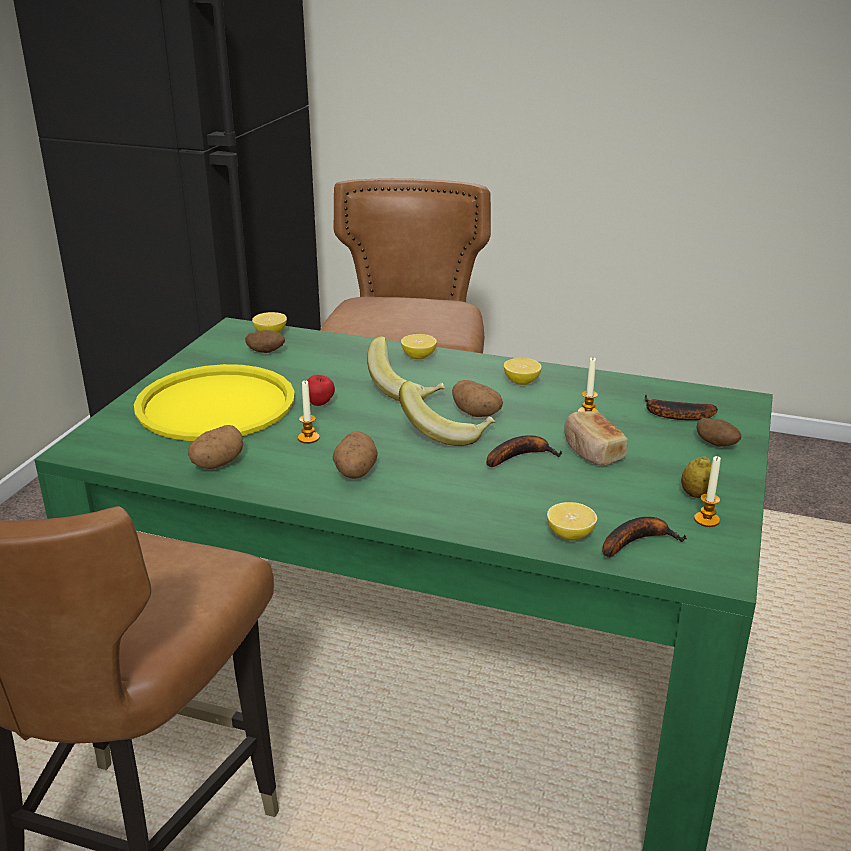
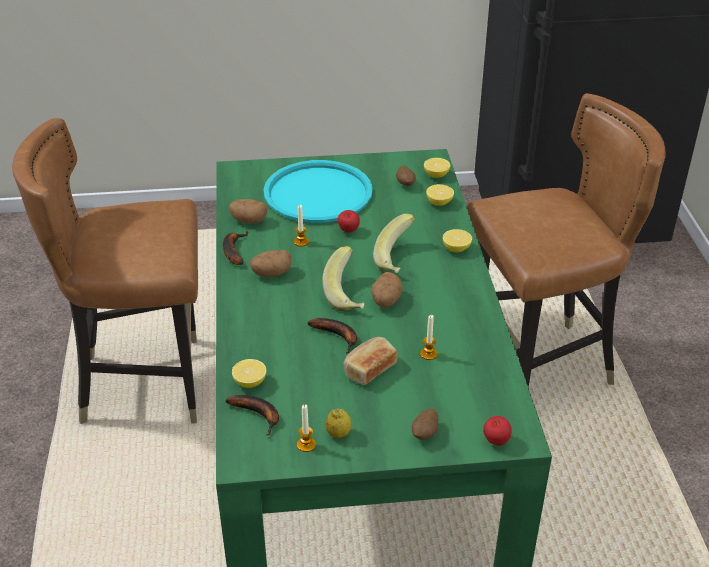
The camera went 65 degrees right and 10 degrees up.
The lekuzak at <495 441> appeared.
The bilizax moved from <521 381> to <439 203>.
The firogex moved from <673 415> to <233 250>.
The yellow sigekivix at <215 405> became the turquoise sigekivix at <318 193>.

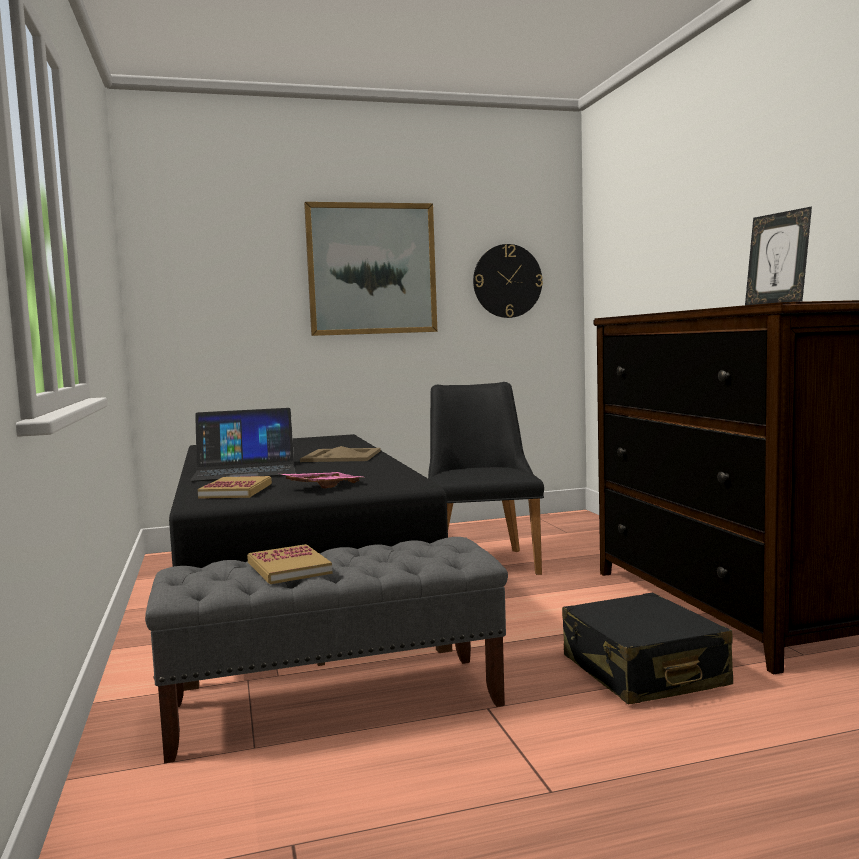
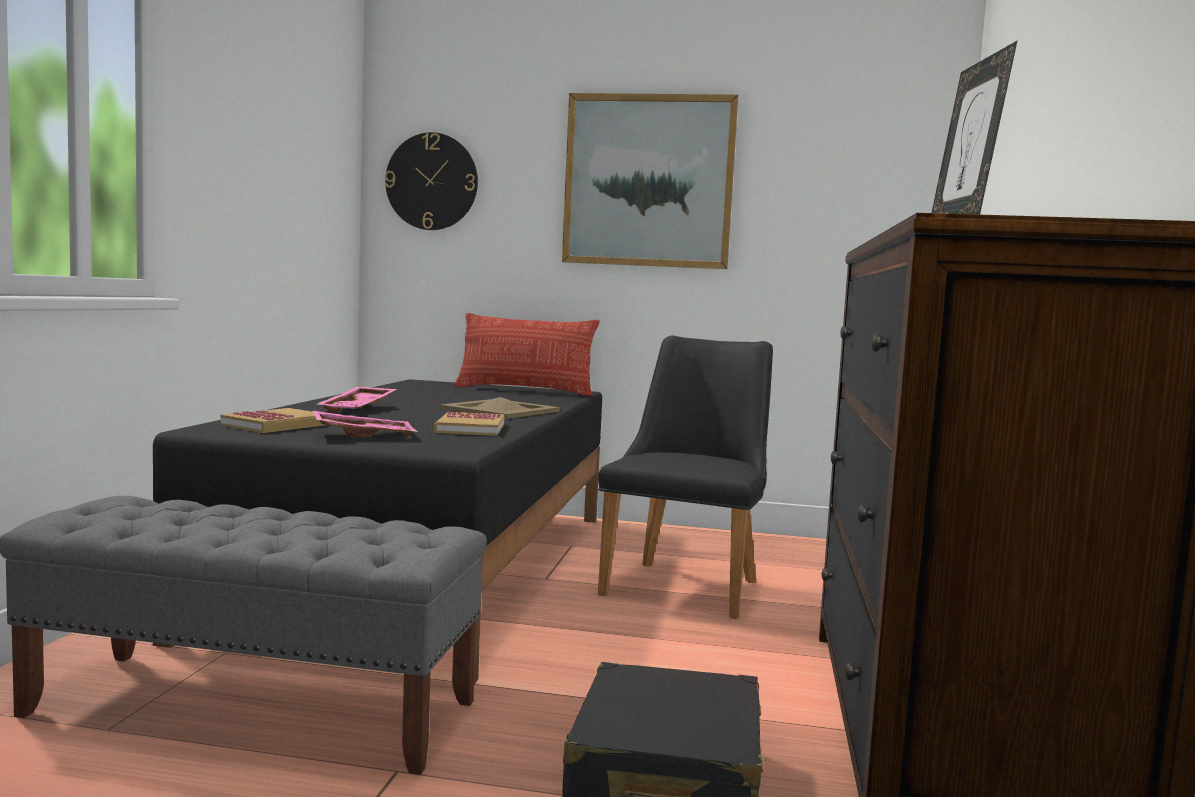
The camera went 25 degrees right and 0 degrees up.
The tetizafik at <525 390> appeared.
The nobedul moved from <288 568> to <470 428>.
The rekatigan moved from <507 281> to <432 181>.
The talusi at <245 470> was replaced by the pink sigekivix at <359 408>.

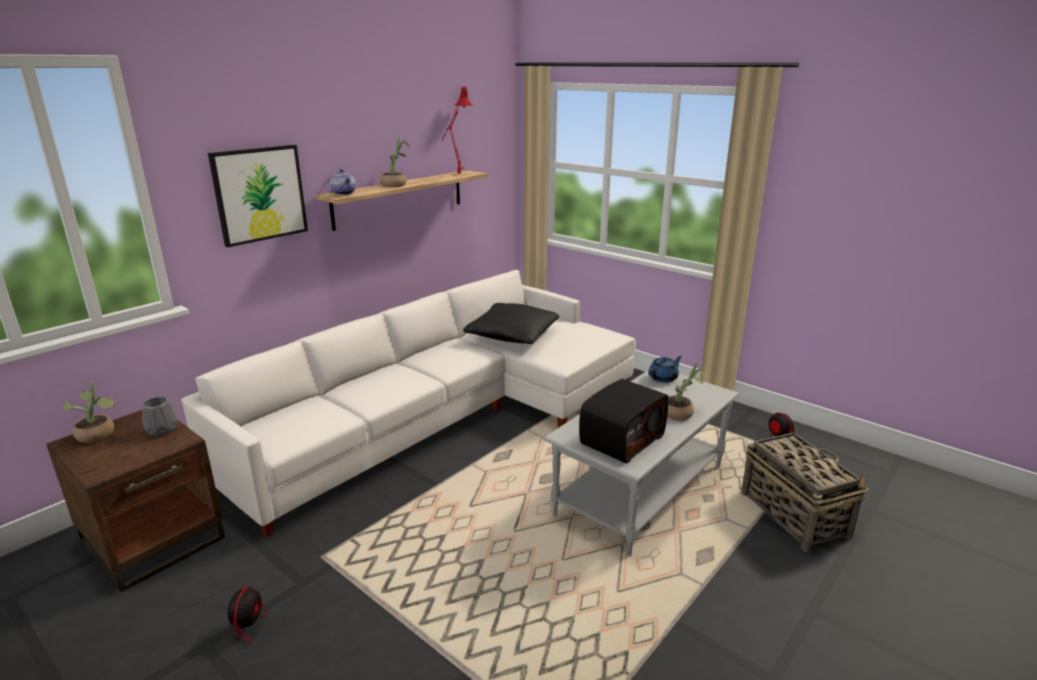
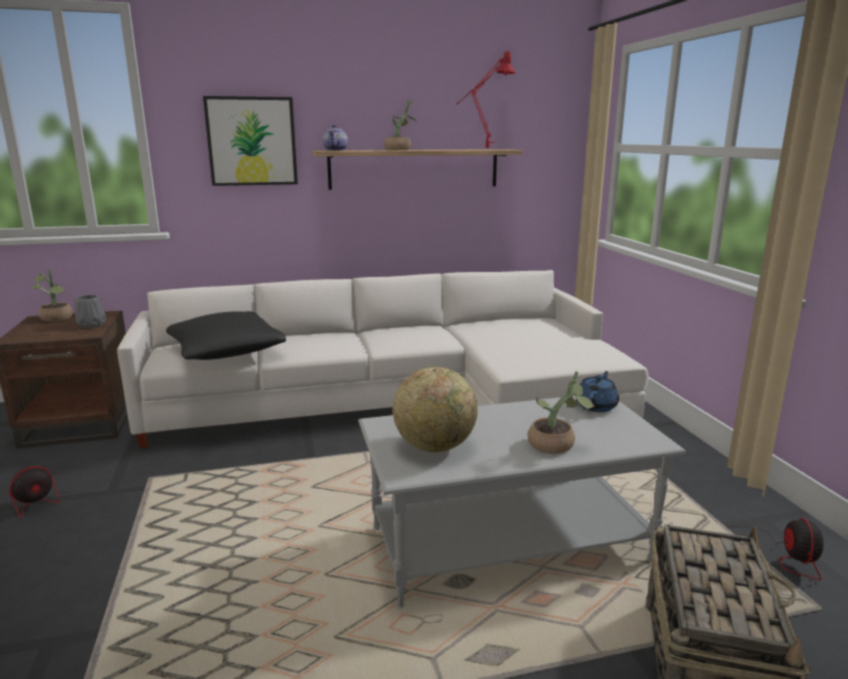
The camera went 35 degrees right and 5 degrees down.
The black tetizafik moved from <512 336> to <226 351>.
The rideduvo at <621 439> was replaced by the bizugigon at <435 446>.
The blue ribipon at <663 378> turned 60 degrees counterclockwise.

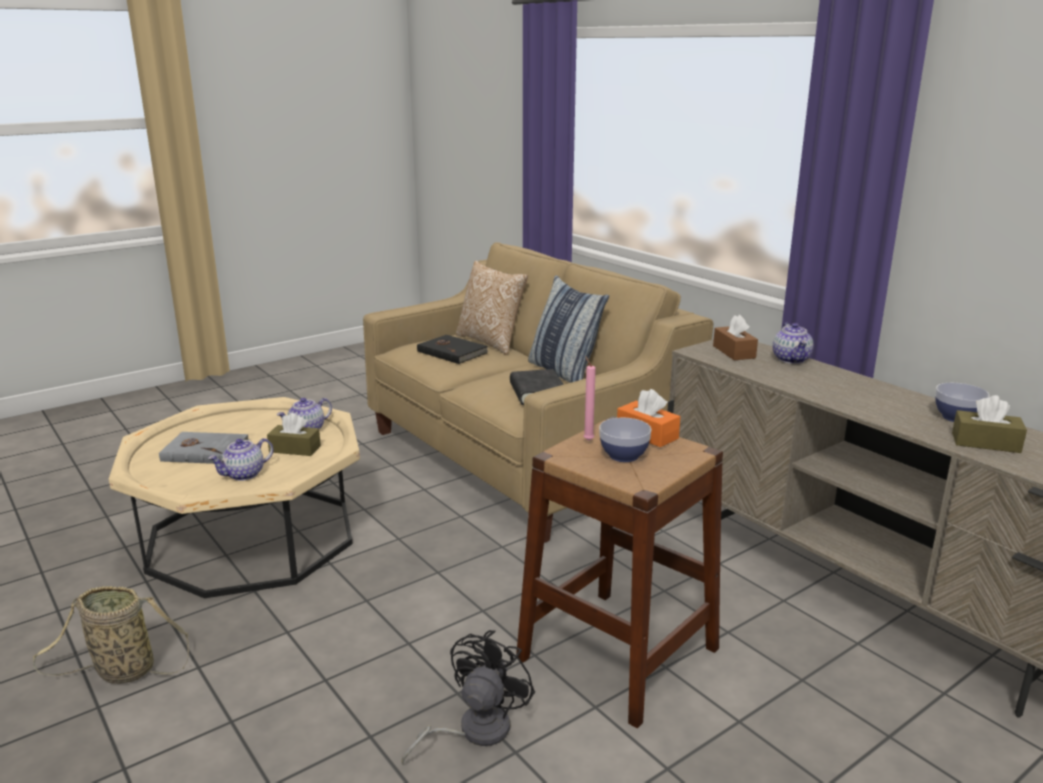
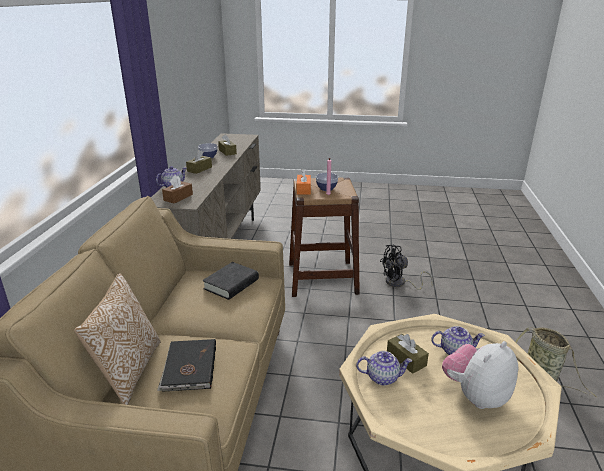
The camera went 135 degrees left and 5 degrees up.
The tetizafik at <564 372> disappeared.
The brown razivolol at <199 169> appeared.
The grey nobedul at <205 451> was replaced by the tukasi at <475 395>.

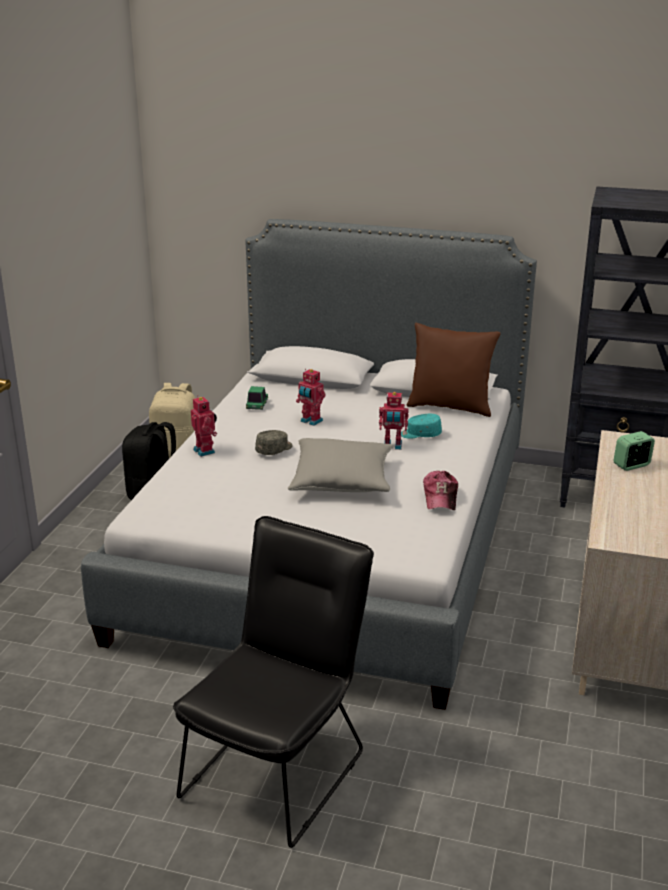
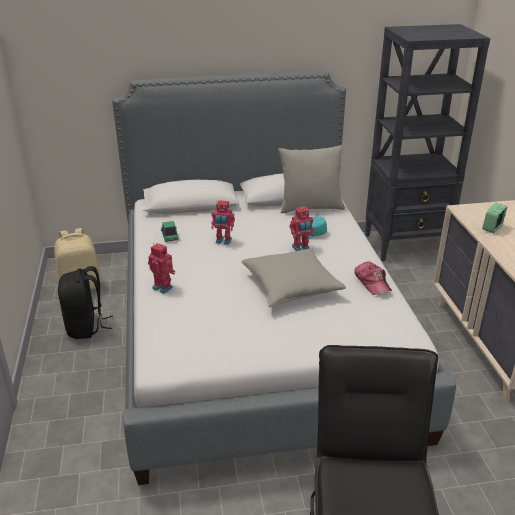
The camera went 25 degrees left and 5 degrees up.
The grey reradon at <274 450> disappeared.
The brown tetizafik at <450 407> became the grey tetizafik at <310 207>.

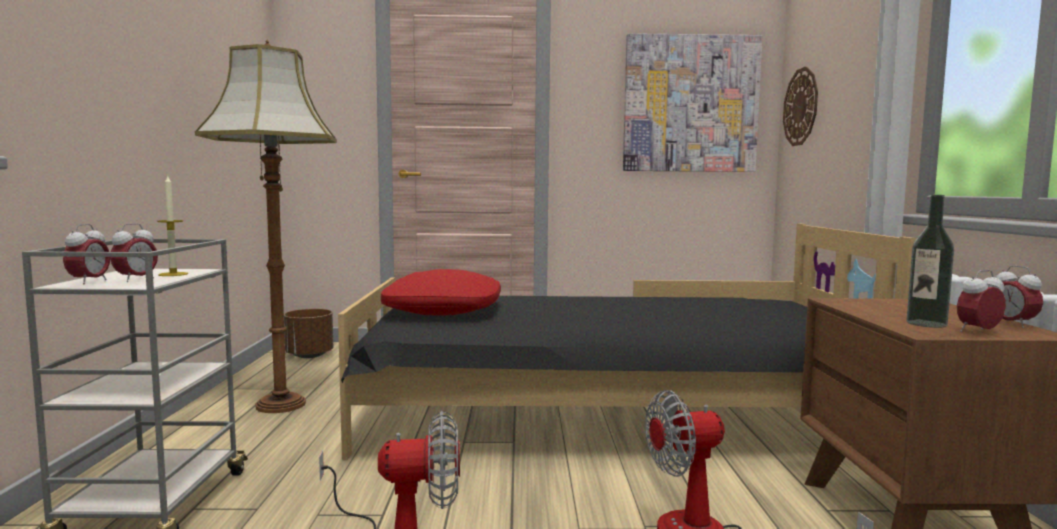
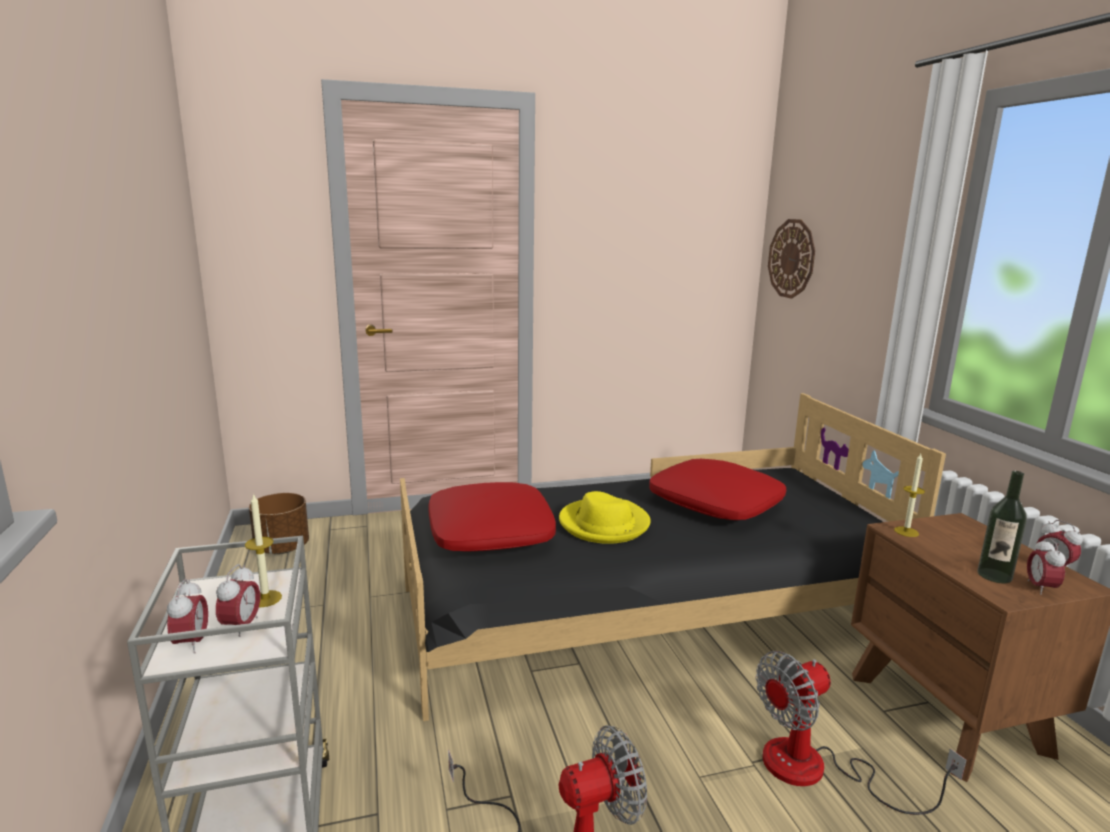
The camera went 15 degrees left and 10 degrees up.
The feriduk at <279 405> disappeared.
The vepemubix at <690 104> disappeared.
The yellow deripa at <604 524> appeared.
The red tetizafik at <716 503> appeared.
The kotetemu at <906 532> appeared.
The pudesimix at <978 332> turned 45 degrees counterclockwise.

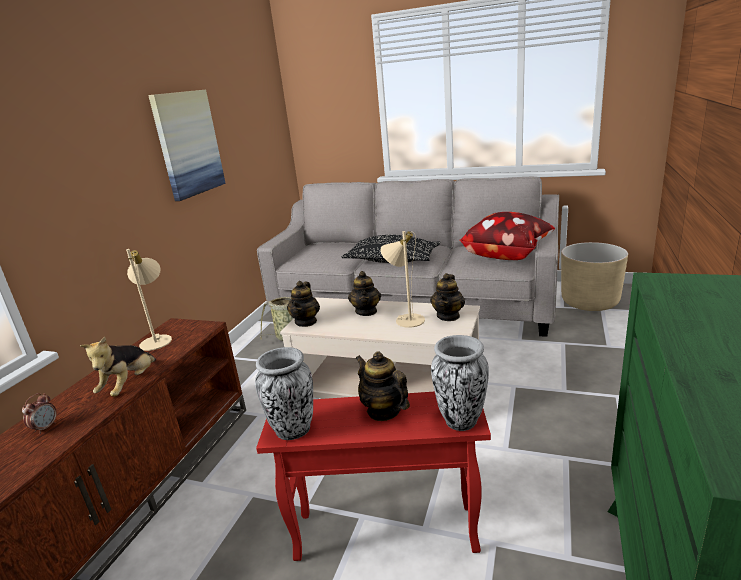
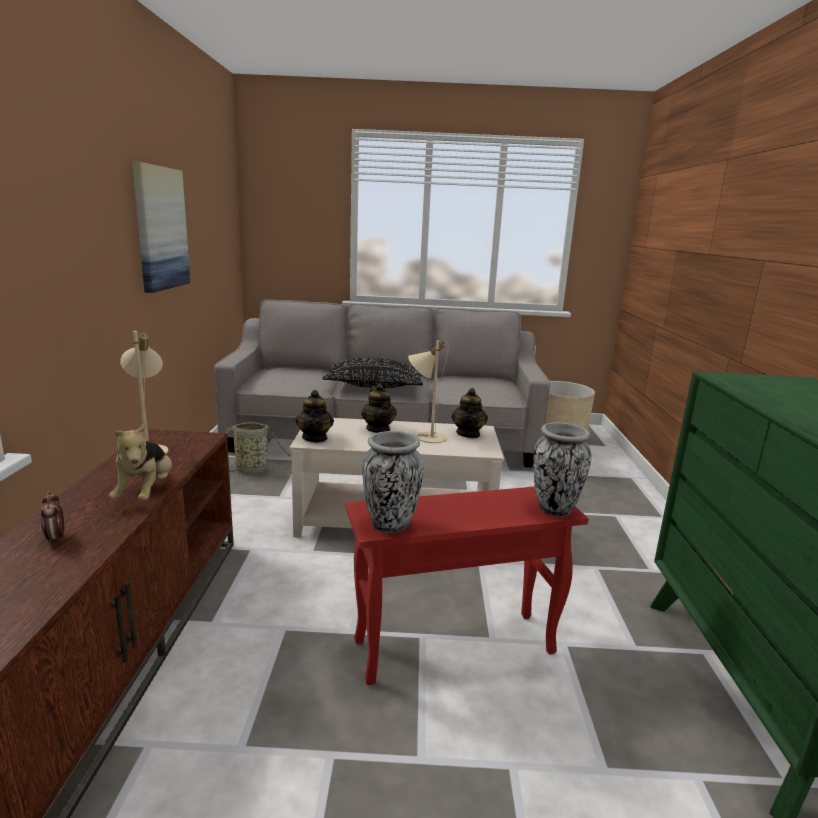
The camera went 20 degrees left and 5 degrees down.
The ribipon at <384 411> disappeared.
The tetizafik at <506 255> disappeared.
The pudesimix at <45 428> turned 150 degrees clockwise.

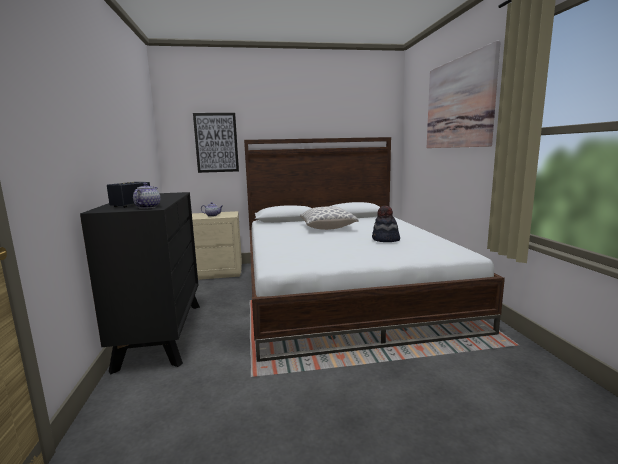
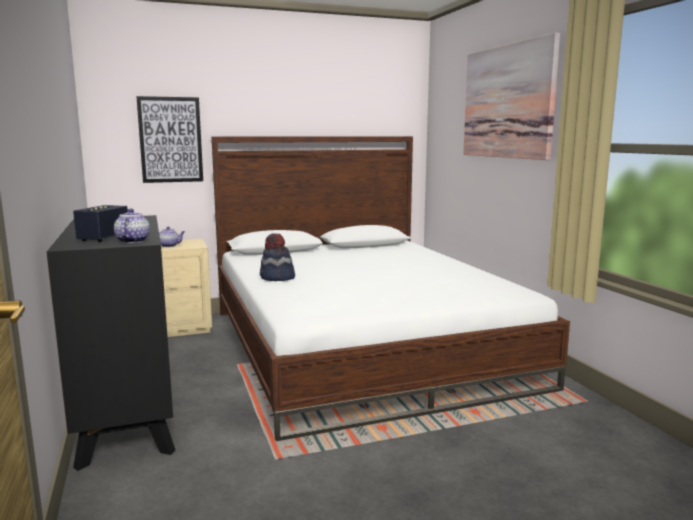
The camera went 10 degrees left and 0 degrees up.
The tetizafik at <327 228> disappeared.
The deripa moved from <385 240> to <277 278>.

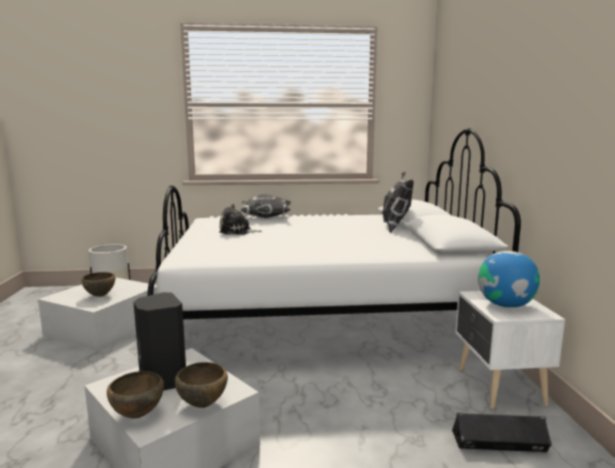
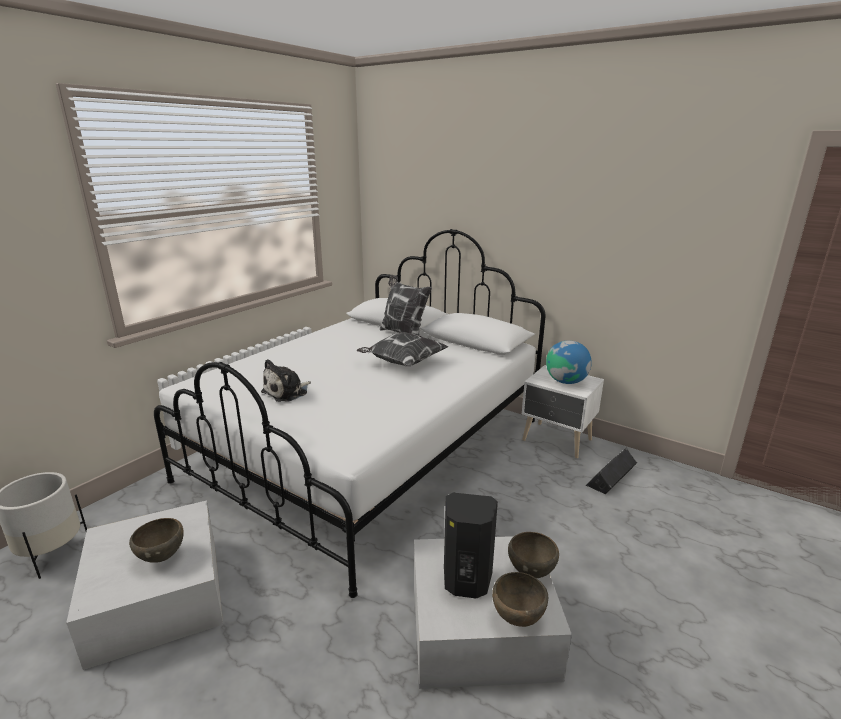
The camera went 50 degrees left and 10 degrees up.
The tetizafik moved from <265 218> to <402 363>.

